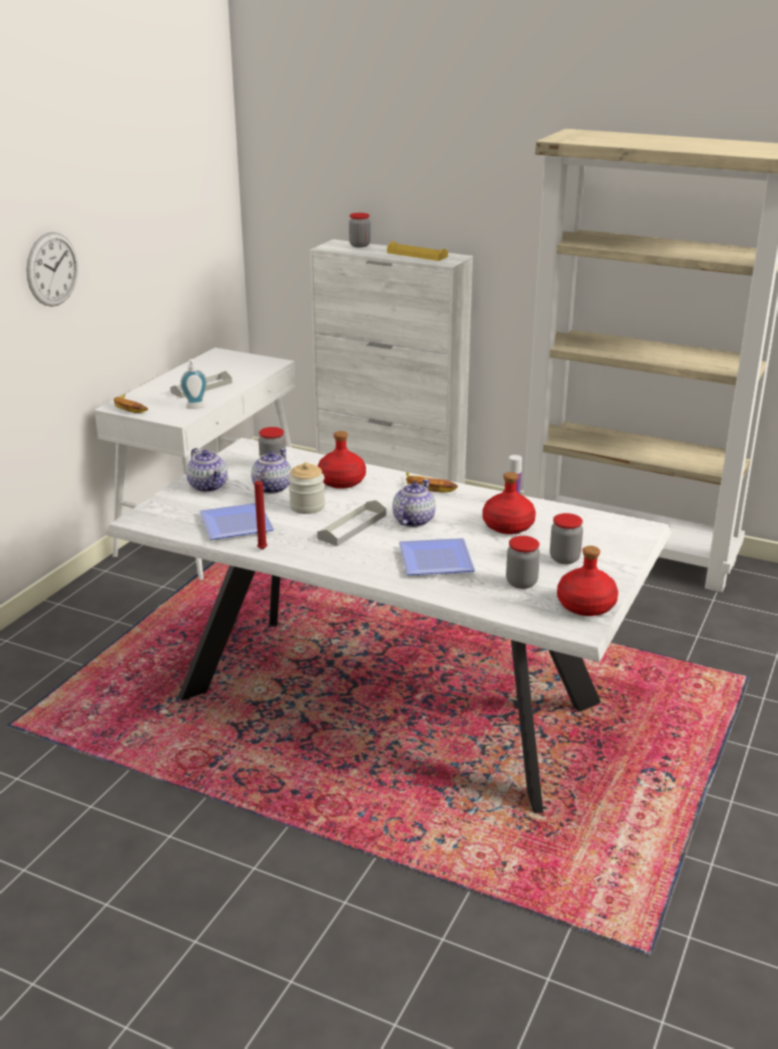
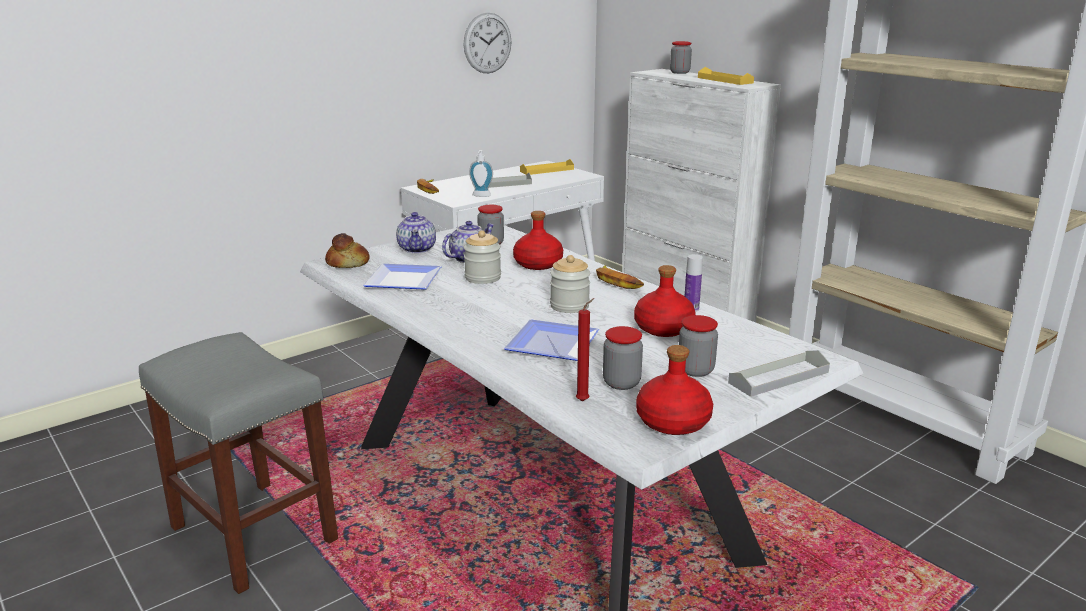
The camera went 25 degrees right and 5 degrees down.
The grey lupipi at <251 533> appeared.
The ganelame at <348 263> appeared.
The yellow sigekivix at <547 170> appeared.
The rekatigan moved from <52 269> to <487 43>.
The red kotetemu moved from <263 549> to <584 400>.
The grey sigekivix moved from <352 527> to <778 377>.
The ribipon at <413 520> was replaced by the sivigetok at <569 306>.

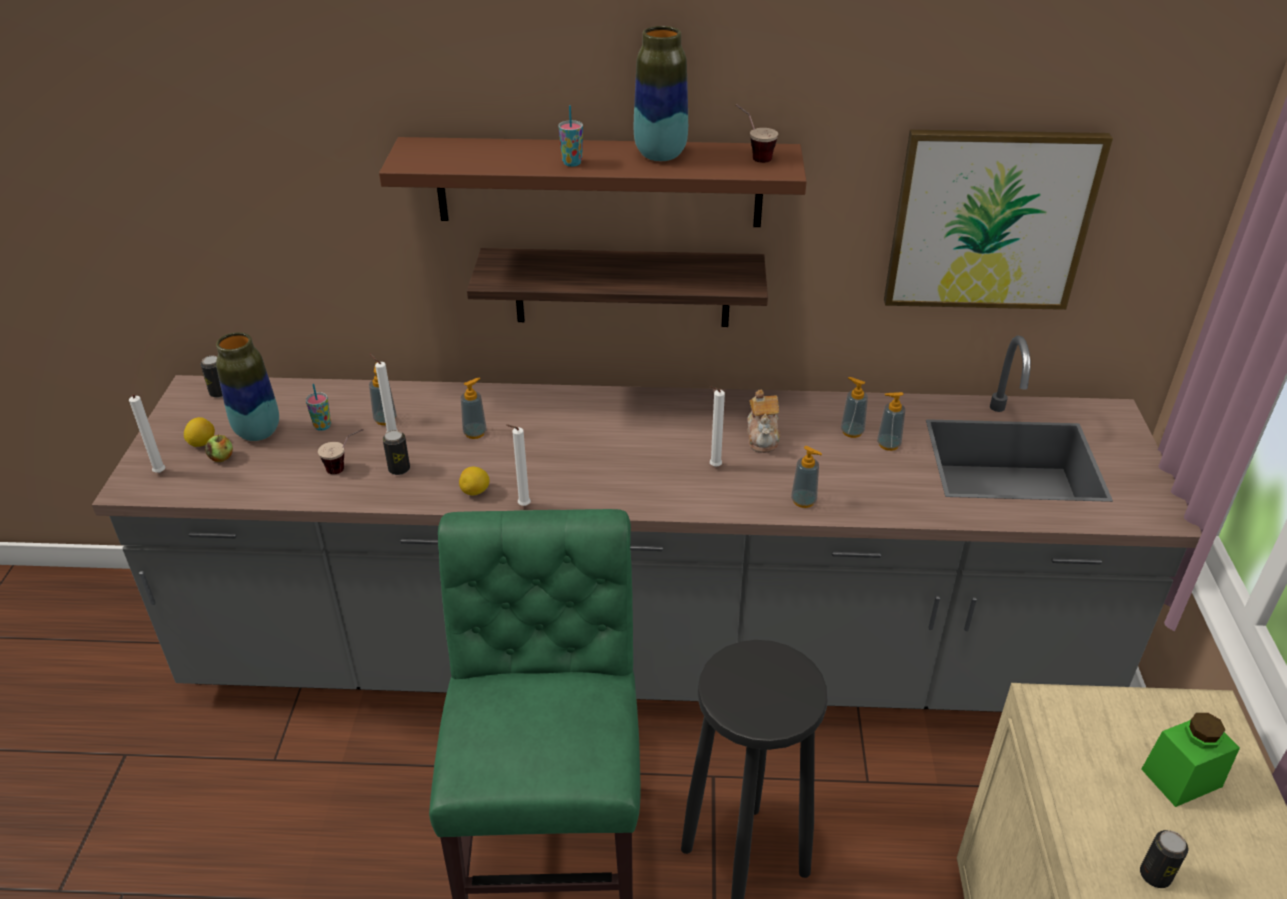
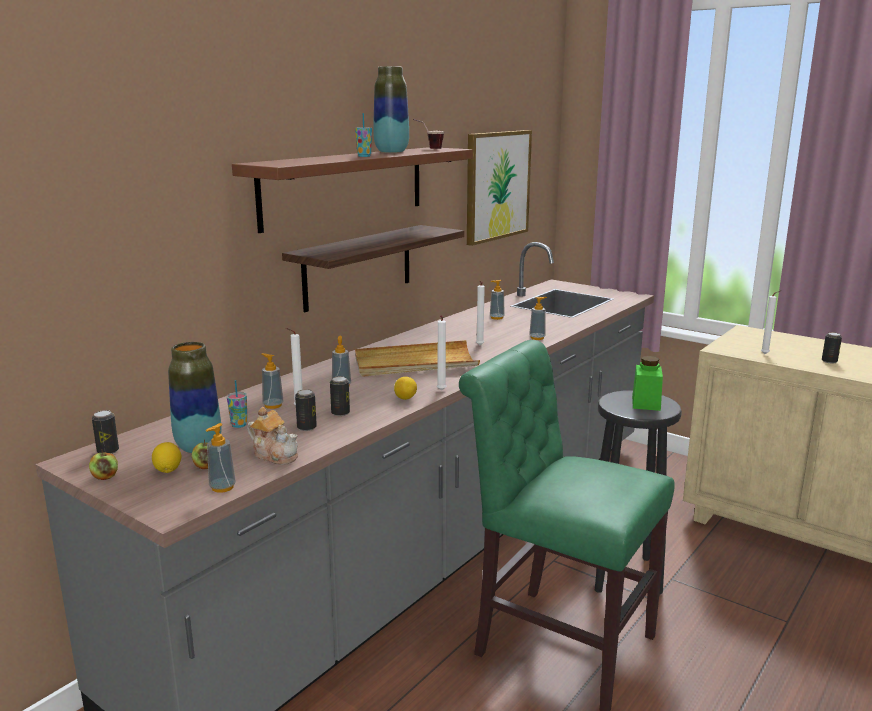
The camera went 55 degrees left and 20 degrees down.
The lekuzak at <105 477> appeared.
The beige sigekivix at <415 363> appeared.
The white kotetemu moved from <160 474> to <766 354>.
The ribipon moved from <763 437> to <275 455>.
The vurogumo moved from <888 444> to <222 487>.
The green sivigetok moved from <1181 778> to <646 403>.
The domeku at <346 467> was replaced by the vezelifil at <306 427>.

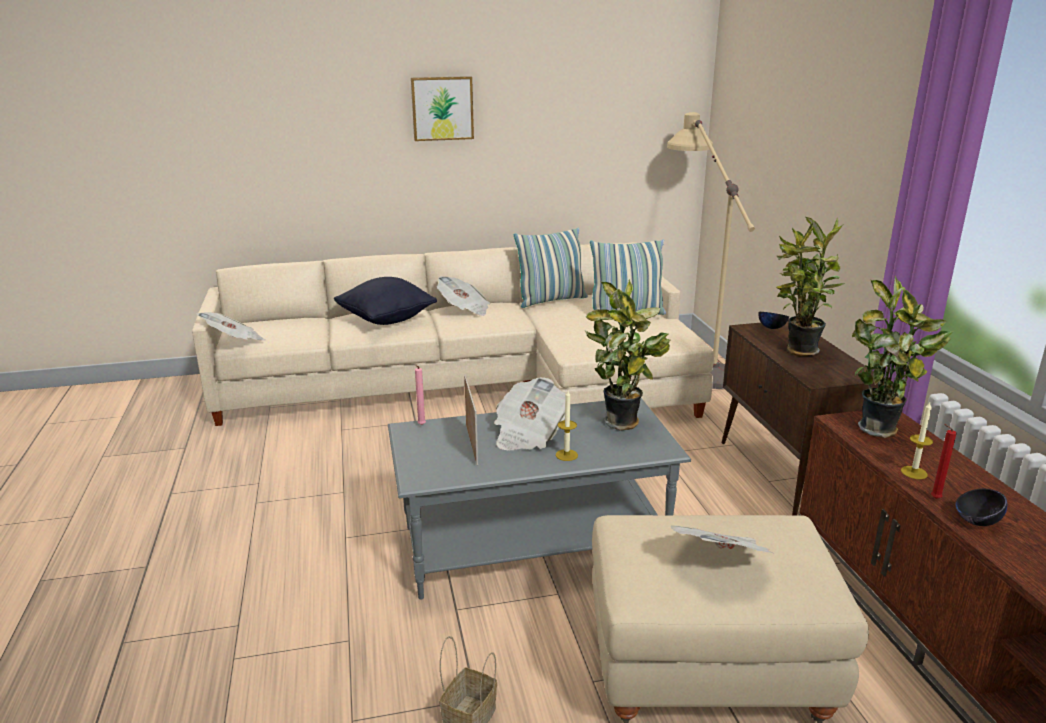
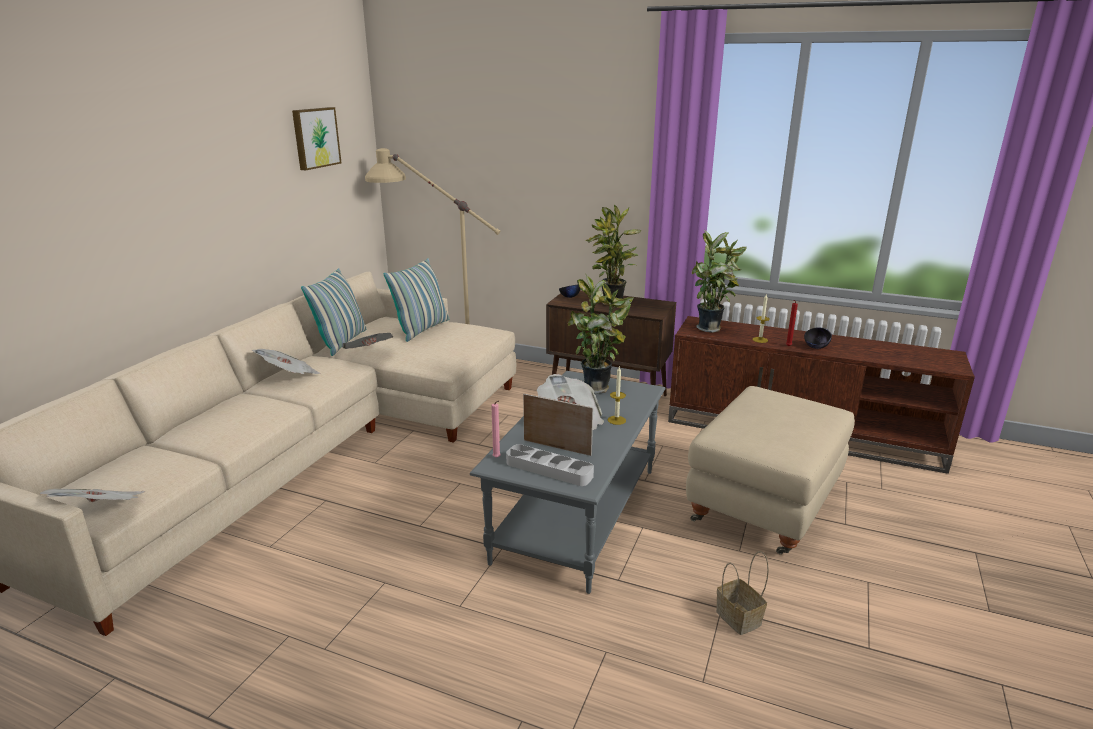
The camera went 55 degrees left and 0 degrees up.
The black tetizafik at <386 319> disappeared.
The grey sigekivix at <549 469> appeared.
The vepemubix moved from <442 108> to <315 138>.
The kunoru moved from <721 561> to <368 354>.

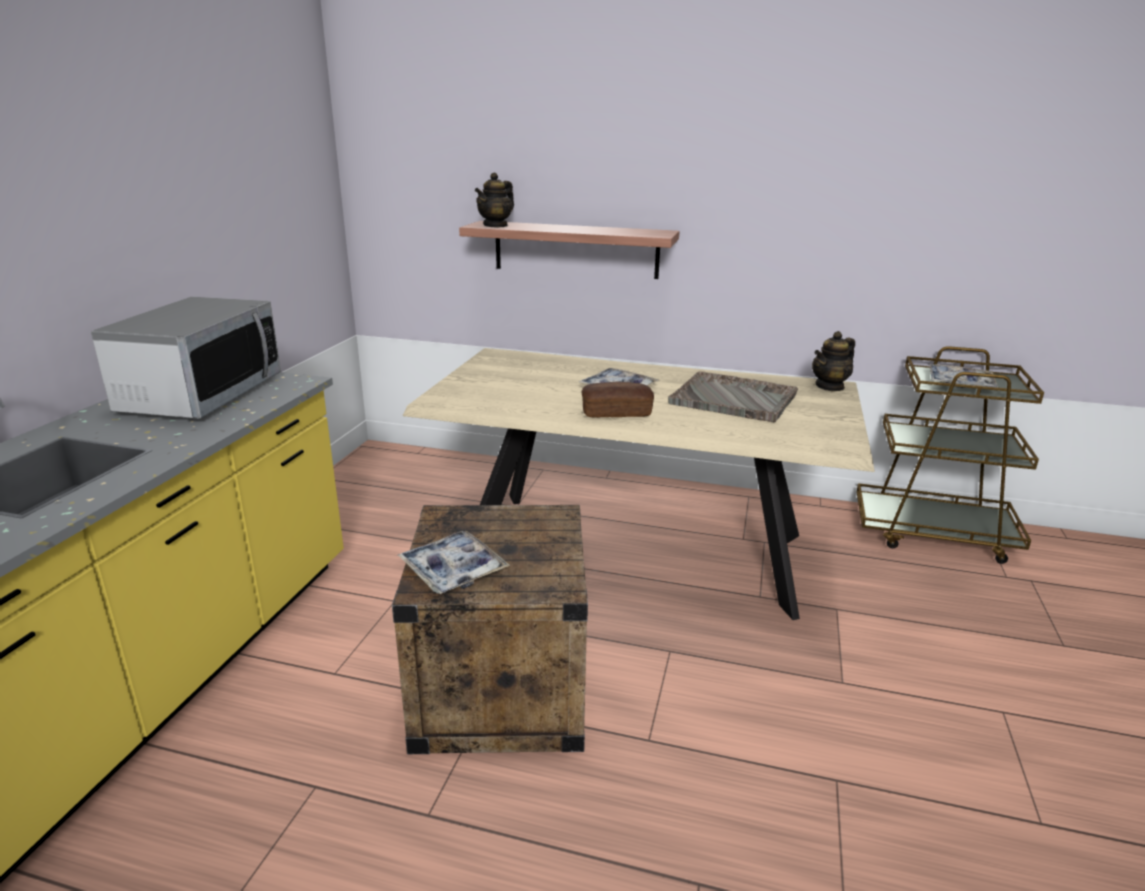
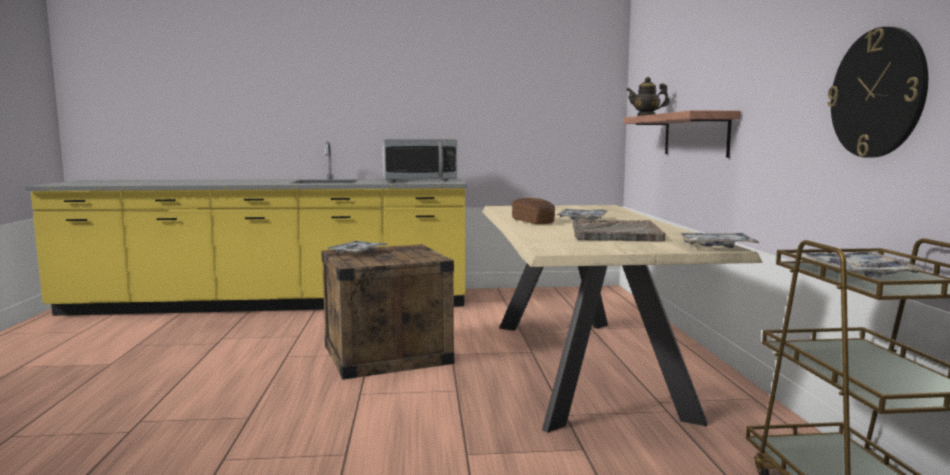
The camera went 70 degrees right and 15 degrees down.
The rekatigan at <877 93> appeared.
The ribipon at <830 386> was replaced by the sigekivix at <716 247>.

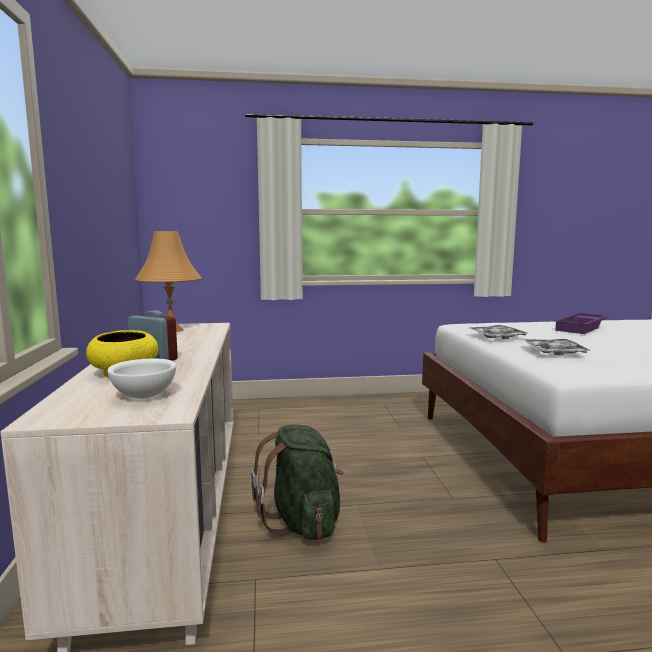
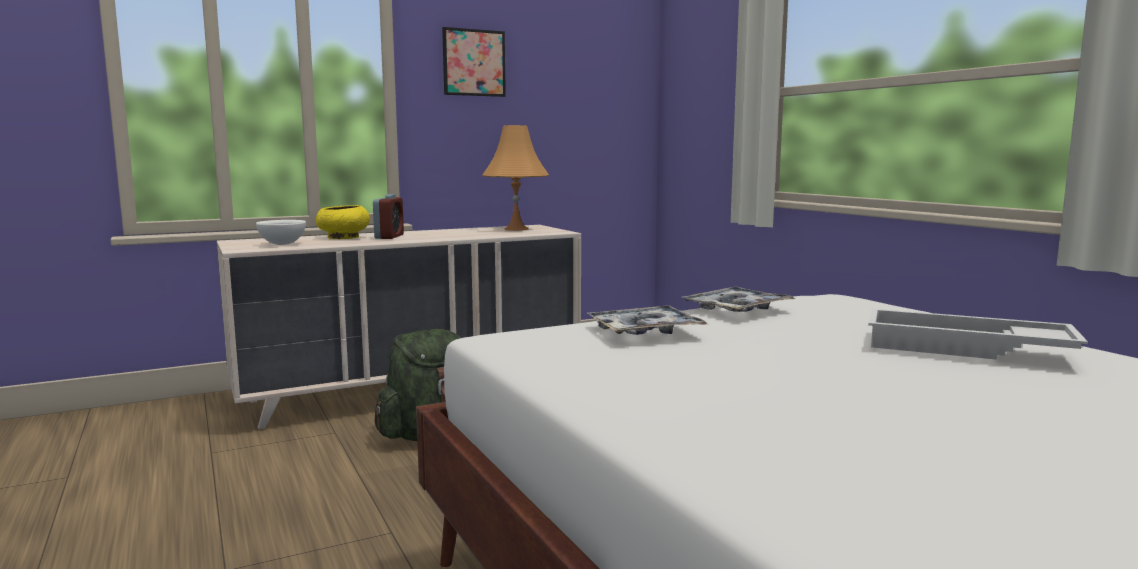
The camera went 70 degrees right and 0 degrees up.
The vepemubix at <474 62> appeared.
The purple sigekivix at <582 328> became the white sigekivix at <965 349>.

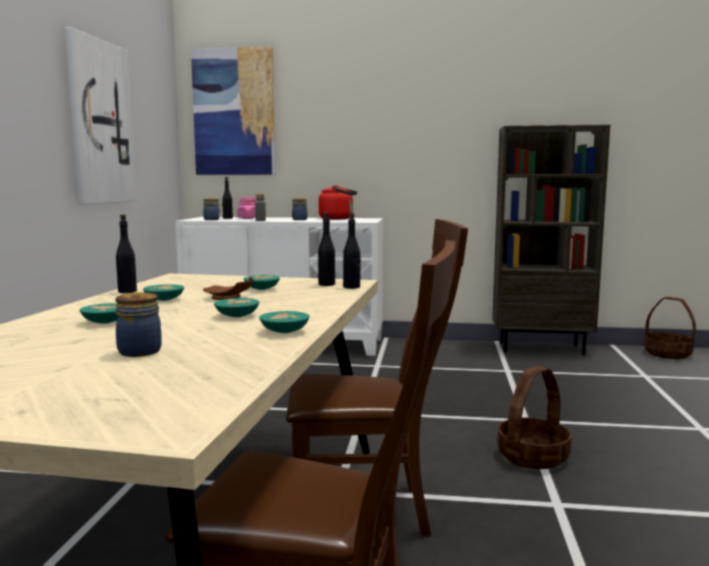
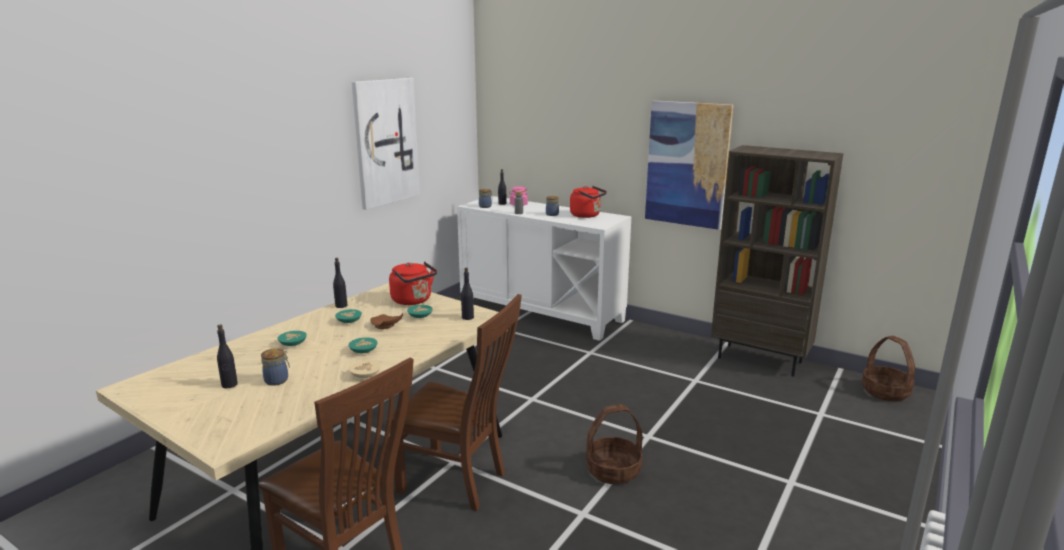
The camera went 25 degrees right and 10 degrees up.
The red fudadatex at <413 301> appeared.
The vepemubix moved from <234 112> to <687 164>.
The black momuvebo moved from <352 287> to <229 385>.
The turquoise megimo at <283 331> became the beige megimo at <364 375>.

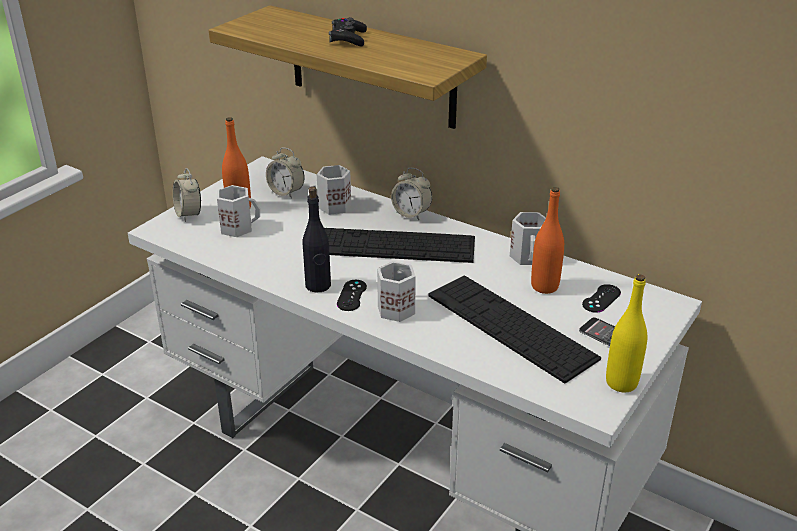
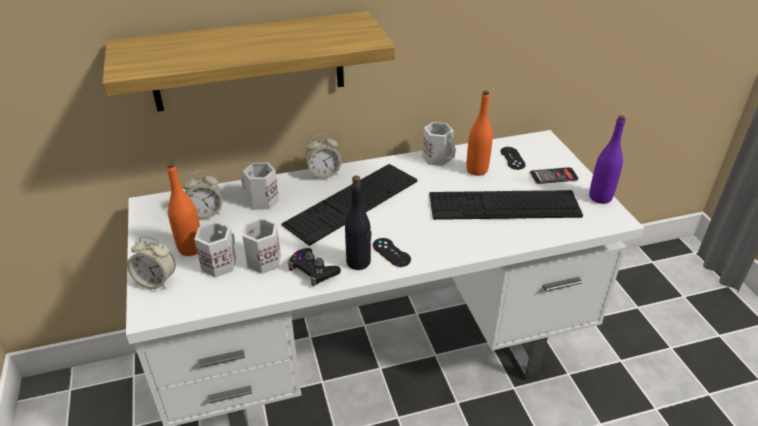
The camera went 50 degrees left and 5 degrees up.
The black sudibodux moved from <348 38> to <313 270>.
The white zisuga moved from <395 308> to <262 260>.
The yellow momuvebo at <621 383> became the purple momuvebo at <600 197>.

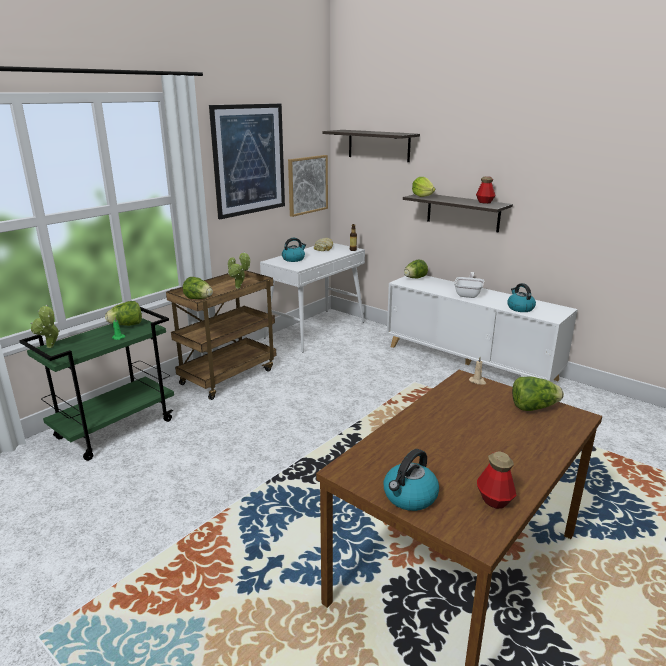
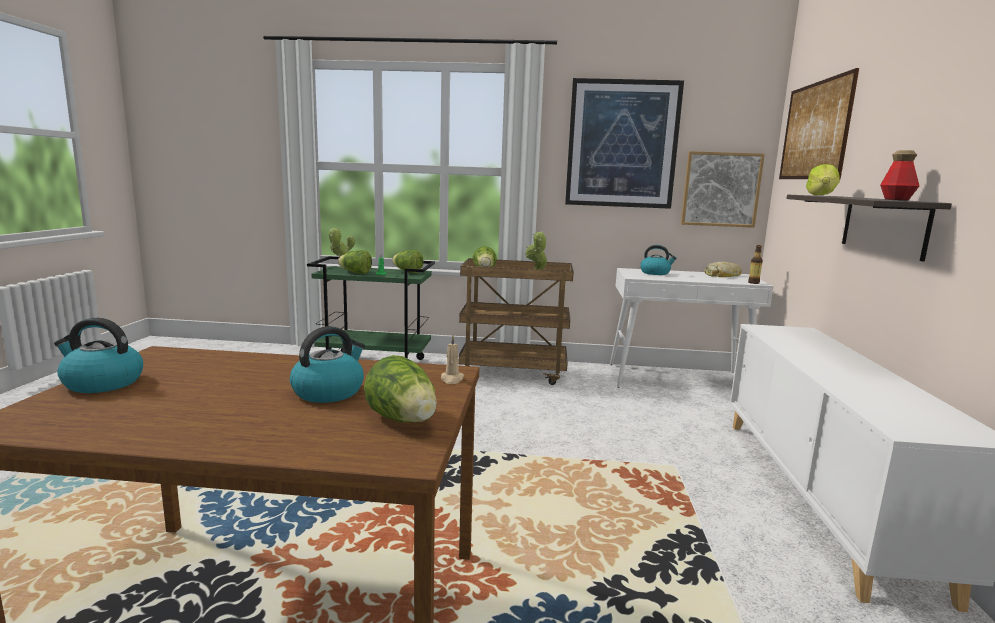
The camera went 55 degrees right and 10 degrees down.
The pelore at <468 294> disappeared.
The momuvebo at <494 500> disappeared.
The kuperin moved from <414 278> to <355 273>.
The fudadatex moved from <520 308> to <329 391>.
The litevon at <378 145> was replaced by the vepemubix at <814 131>.

